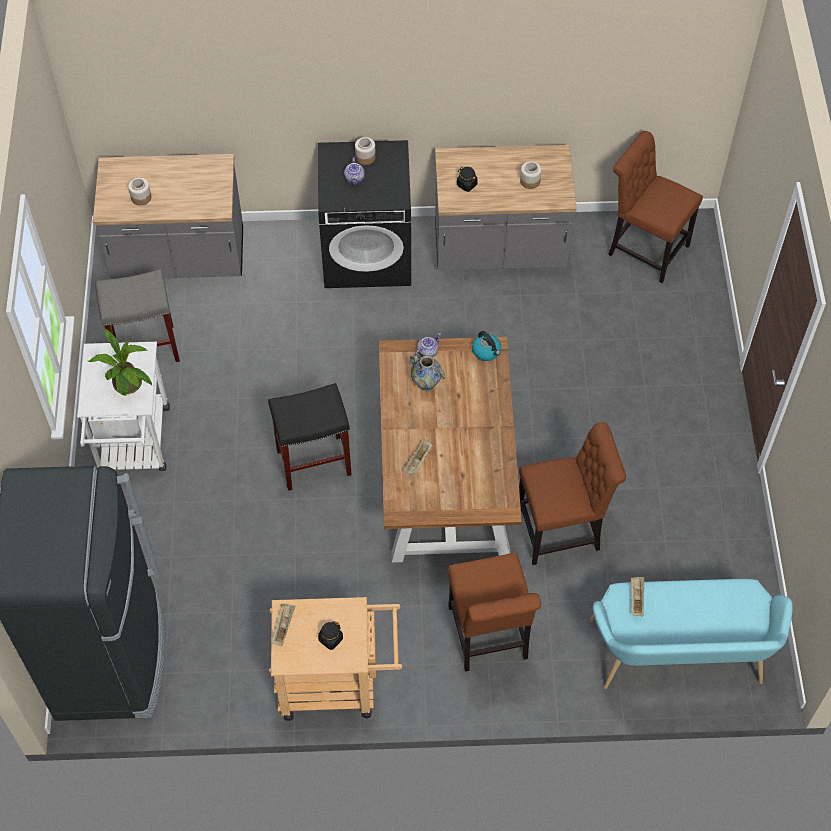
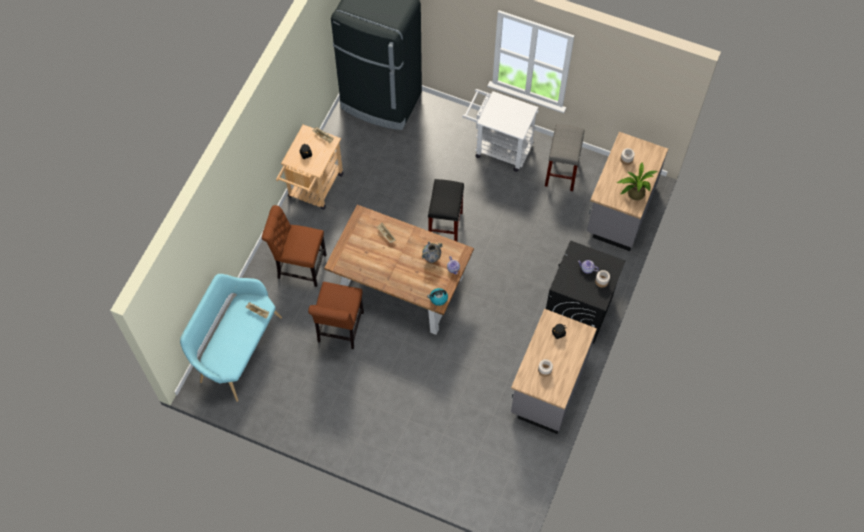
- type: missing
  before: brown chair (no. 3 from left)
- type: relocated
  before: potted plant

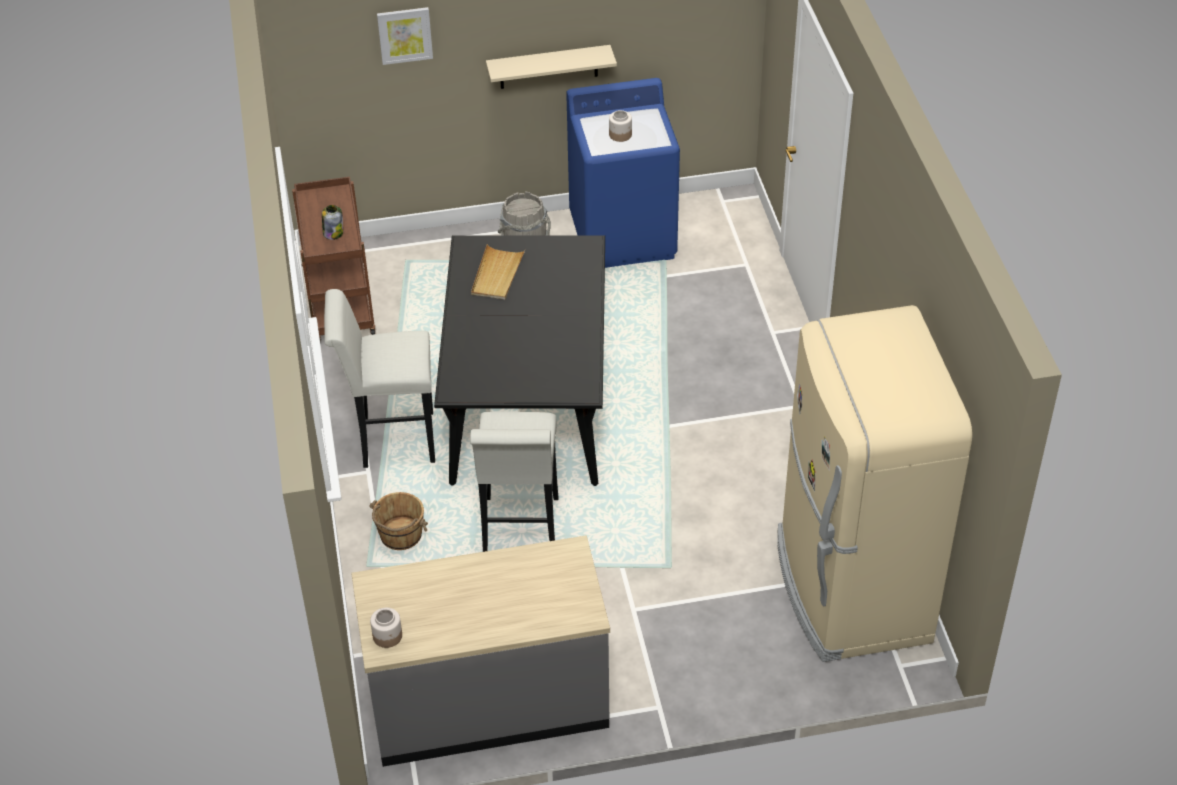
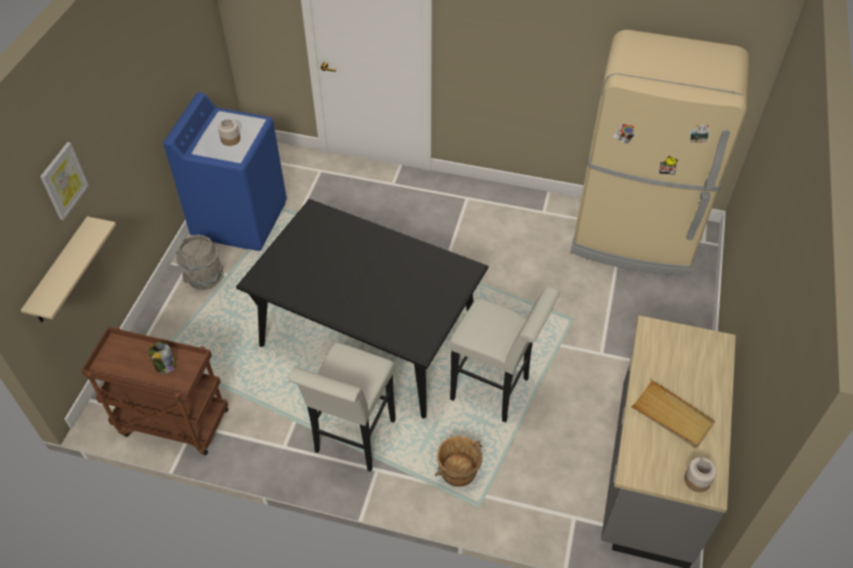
- type: relocated
  before: beige shelf
- type: relocated
  before: beige tray

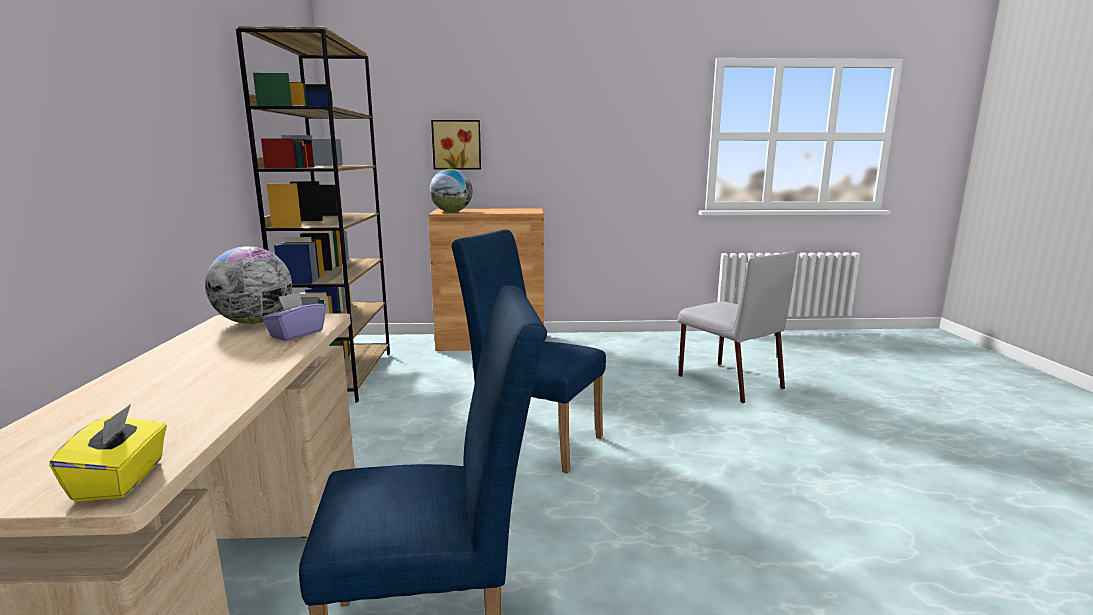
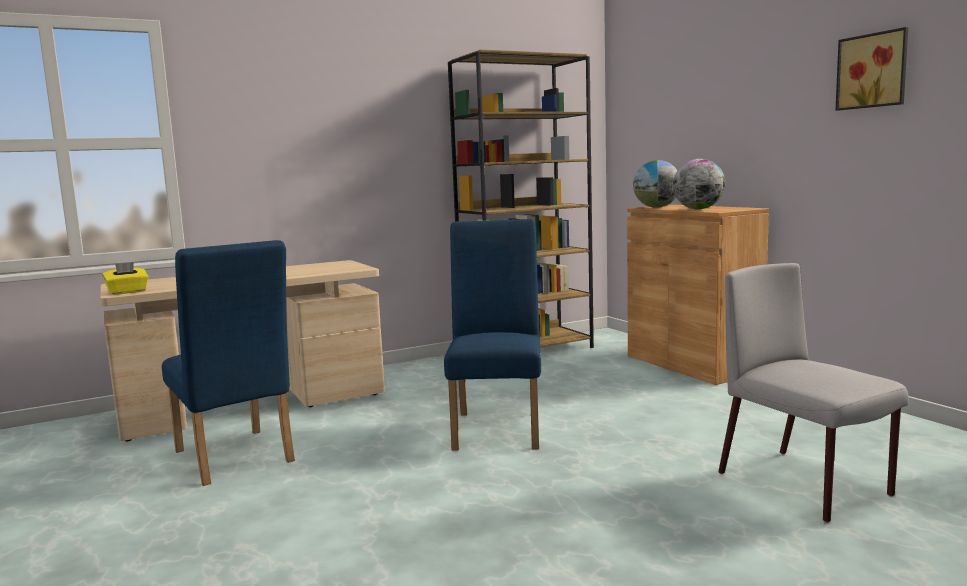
- type: relocated
  before: picture
- type: relocated
  before: globe (no. 1 from left in the first image)
  after: globe (no. 2 from left)
- type: spun
  before: grey chair
  turn: 120
- type: missing
  before: purple tissue box

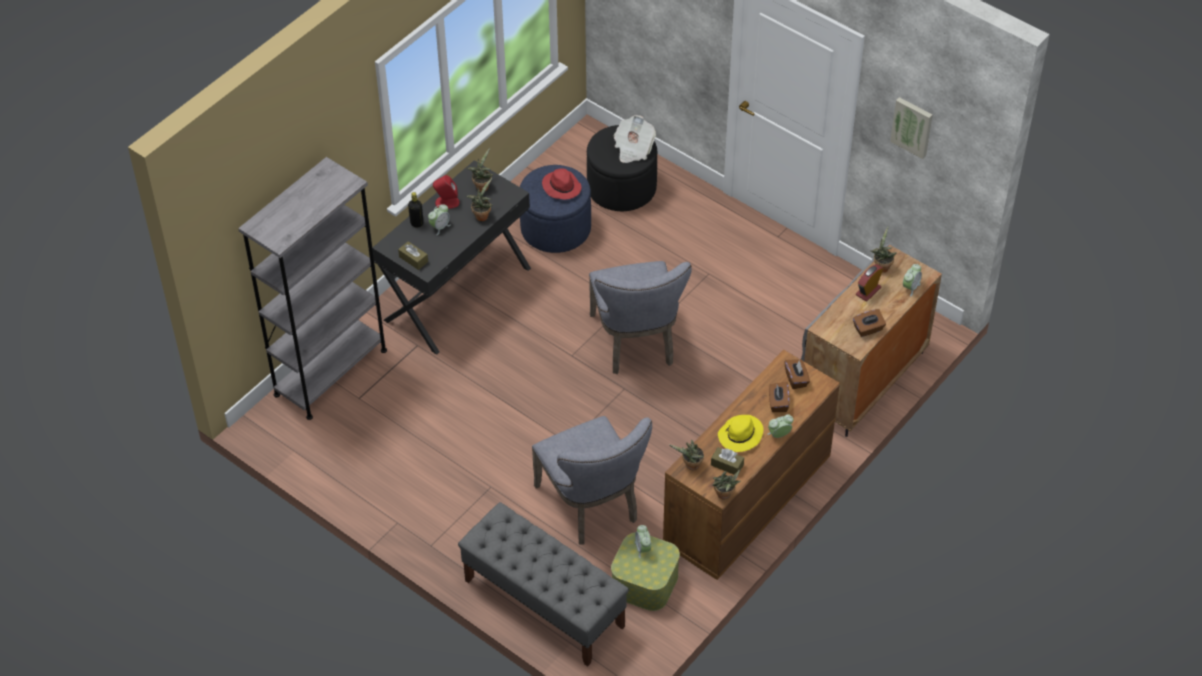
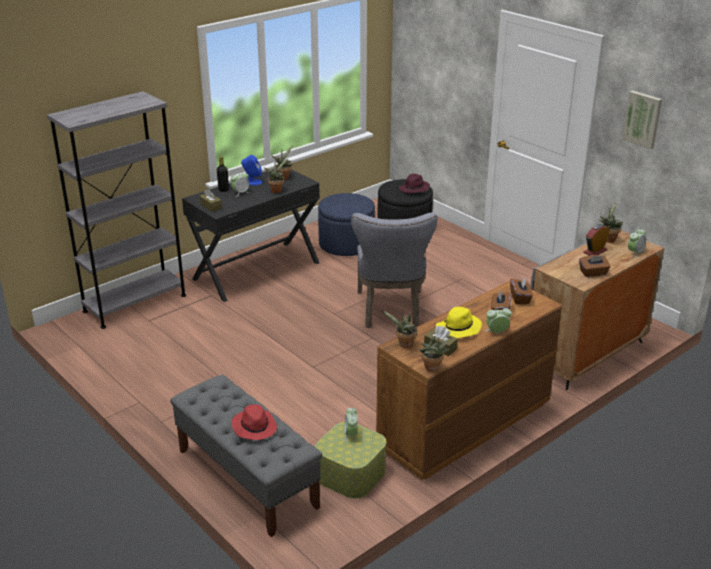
- type: exchanged
  before: newspaper
  after: purple hat
- type: relocated
  before: red hat
- type: colour
  before: red speaker
  after: blue speaker
- type: missing
  before: grey chair (no. 1 from left)

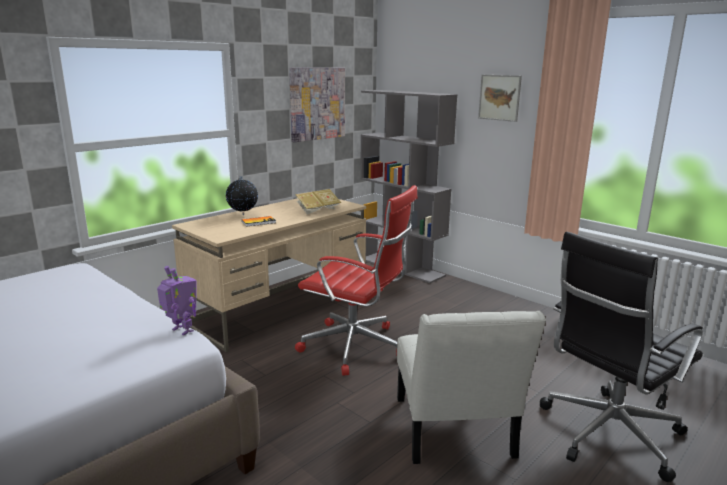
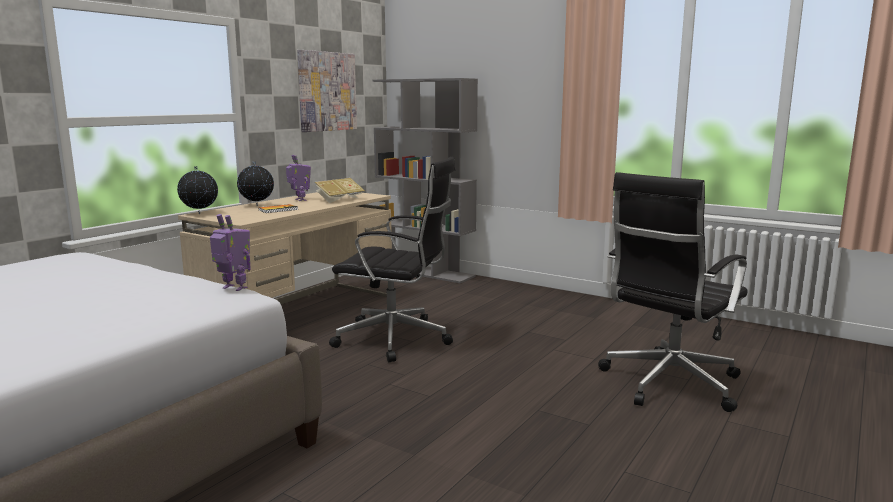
- type: missing
  before: picture (no. 2 from left)
- type: colour
  before: red office chair
  after: black office chair (no. 1 from left)
- type: missing
  before: white chair
- type: appeared
  after: toy robot (no. 2 from left)
- type: appeared
  after: globe (no. 1 from left)

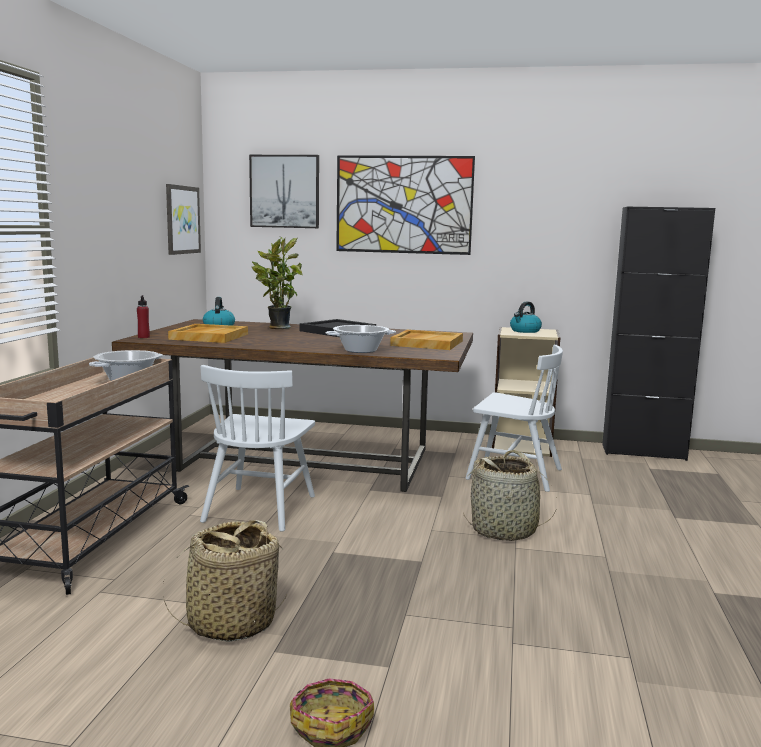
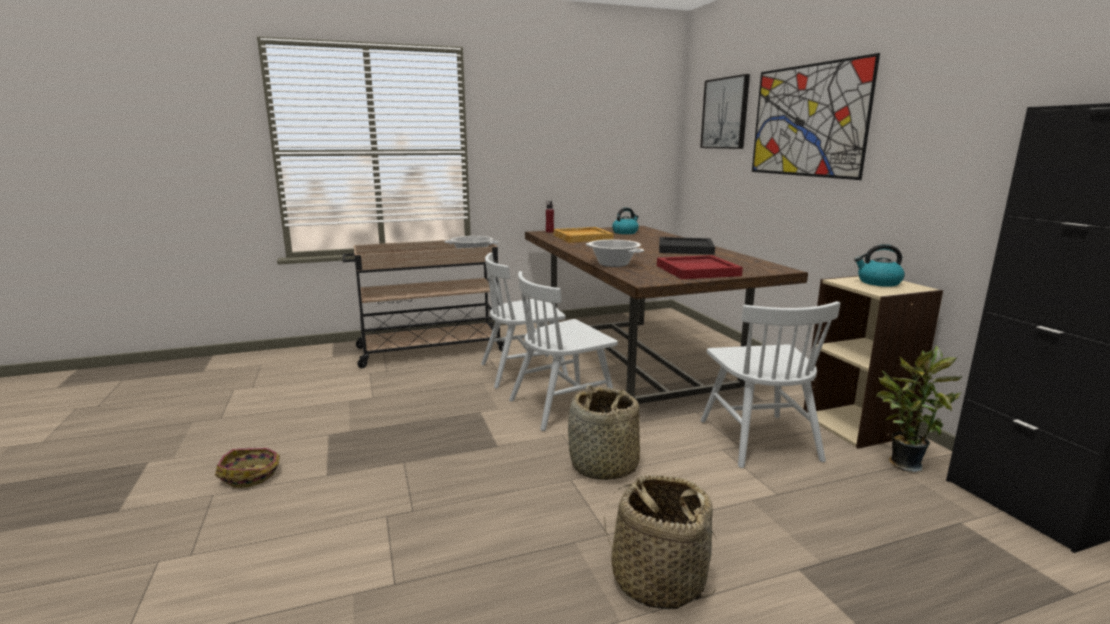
- type: missing
  before: picture (no. 1 from left)
- type: relocated
  before: potted plant
- type: colour
  before: beige tray (no. 2 from left)
  after: red tray
- type: relocated
  before: basket (no. 1 from left in the first image)
  after: basket (no. 3 from left)
- type: appeared
  after: white chair (no. 2 from left)

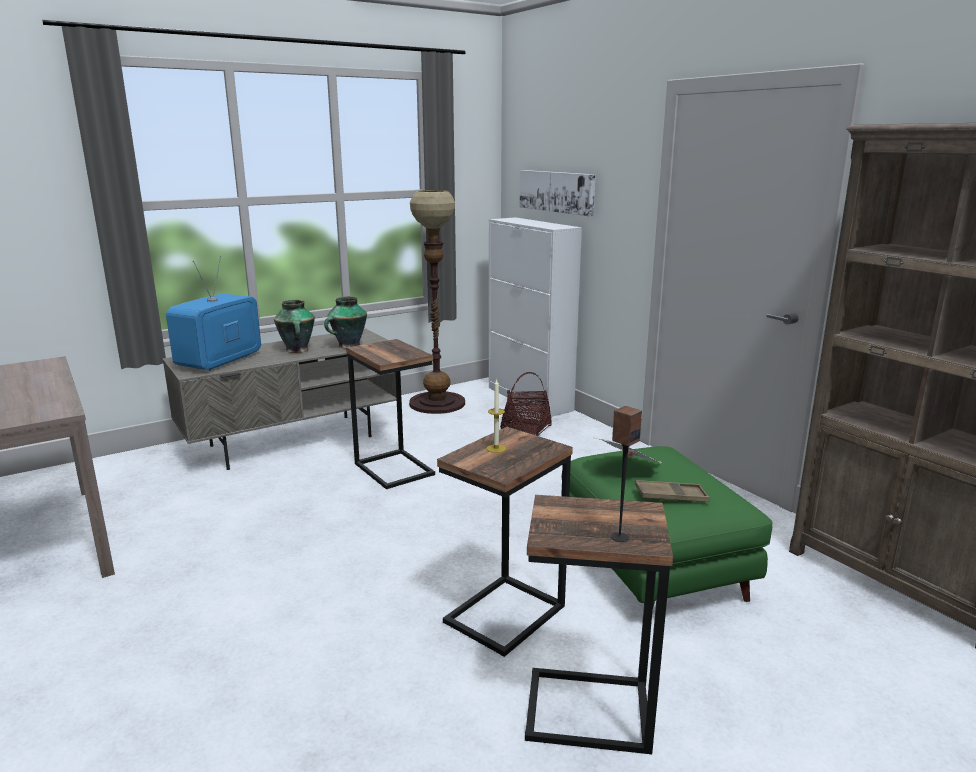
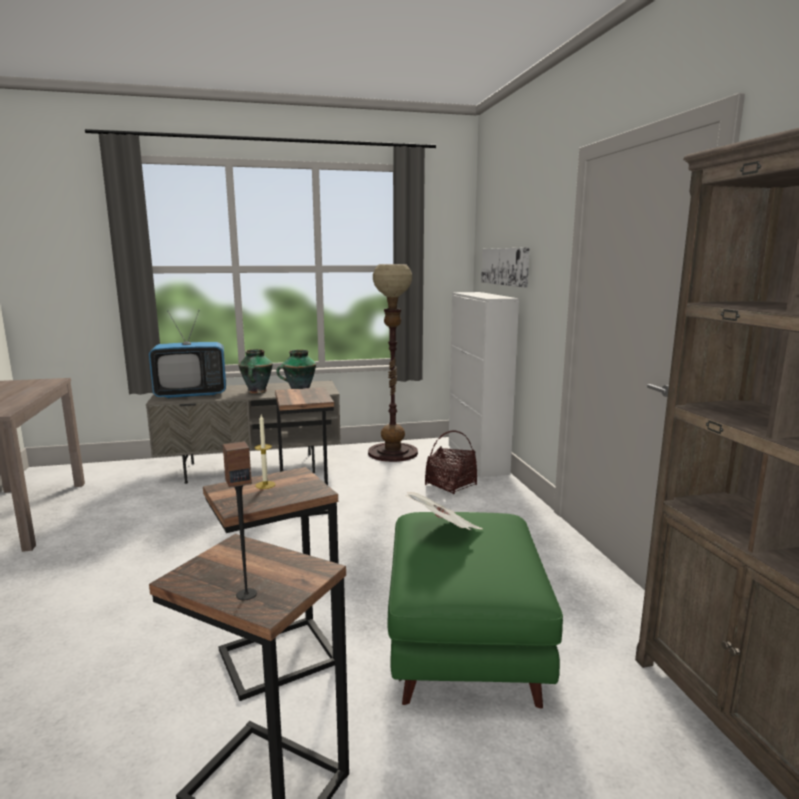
- type: spun
  before: television
  turn: -150
- type: missing
  before: brown tray

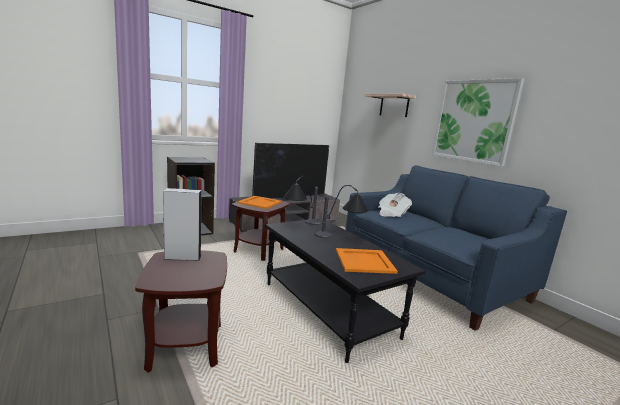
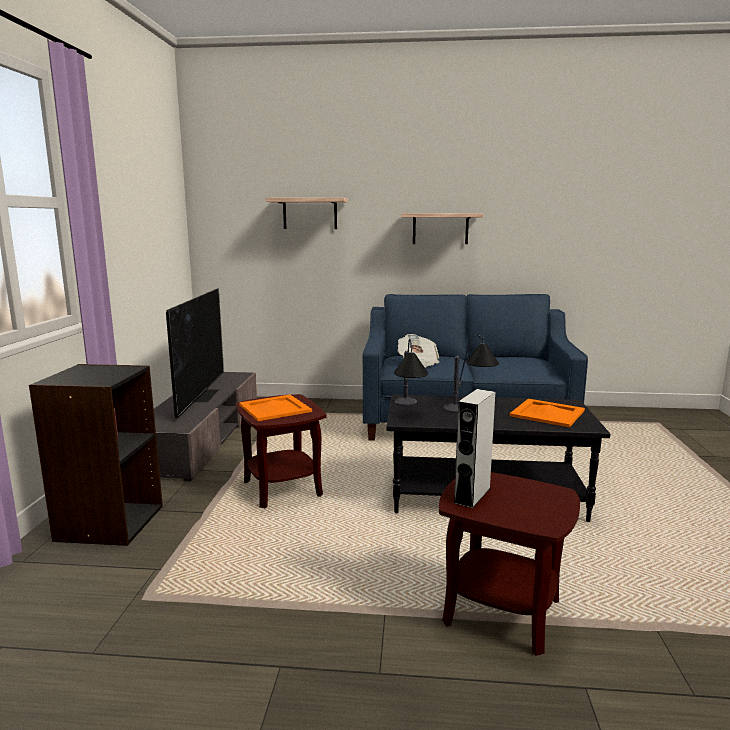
- type: exchanged
  before: picture
  after: shelf (no. 2 from left)

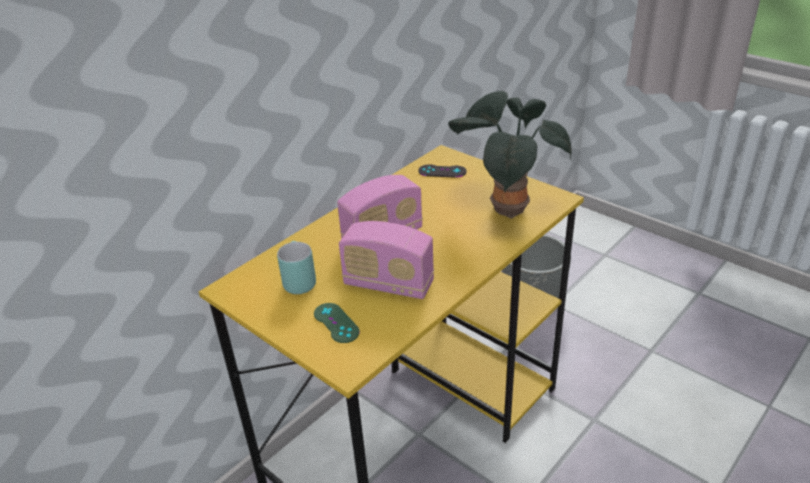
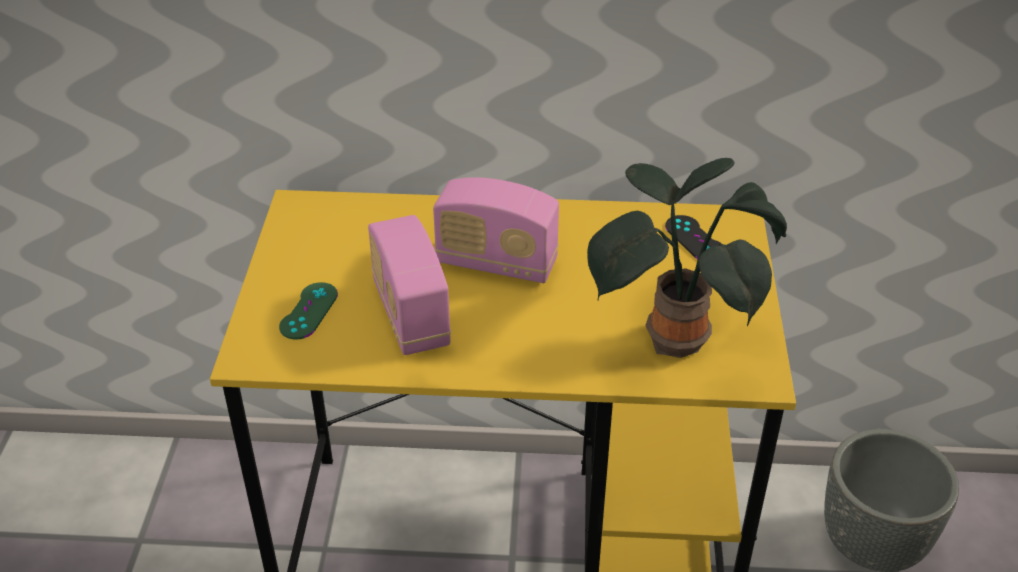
- type: missing
  before: turquoise mug

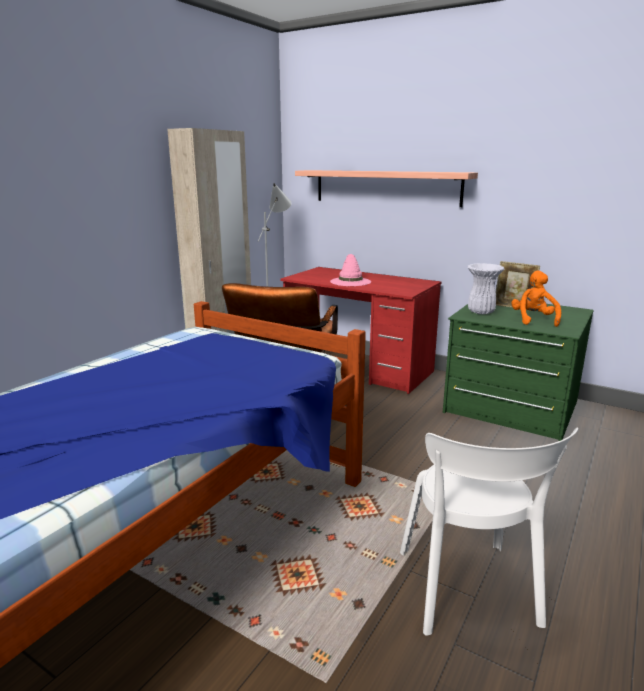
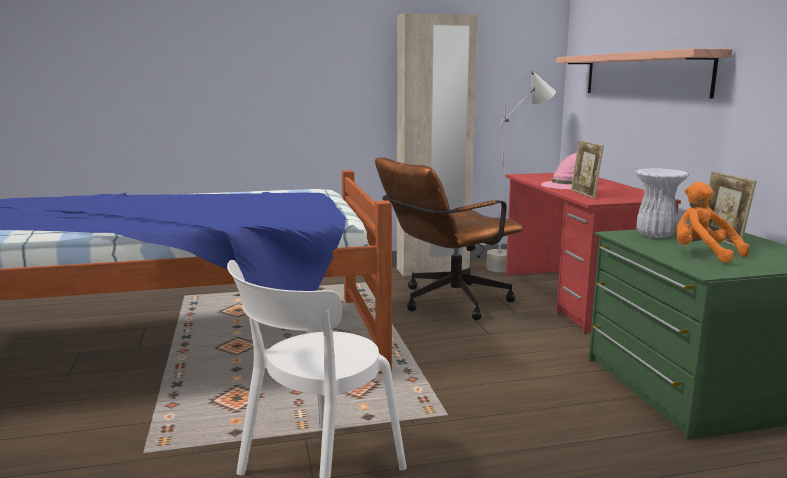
- type: spun
  before: orange plush toy
  turn: -90
- type: appeared
  after: picture frame (no. 1 from left)

